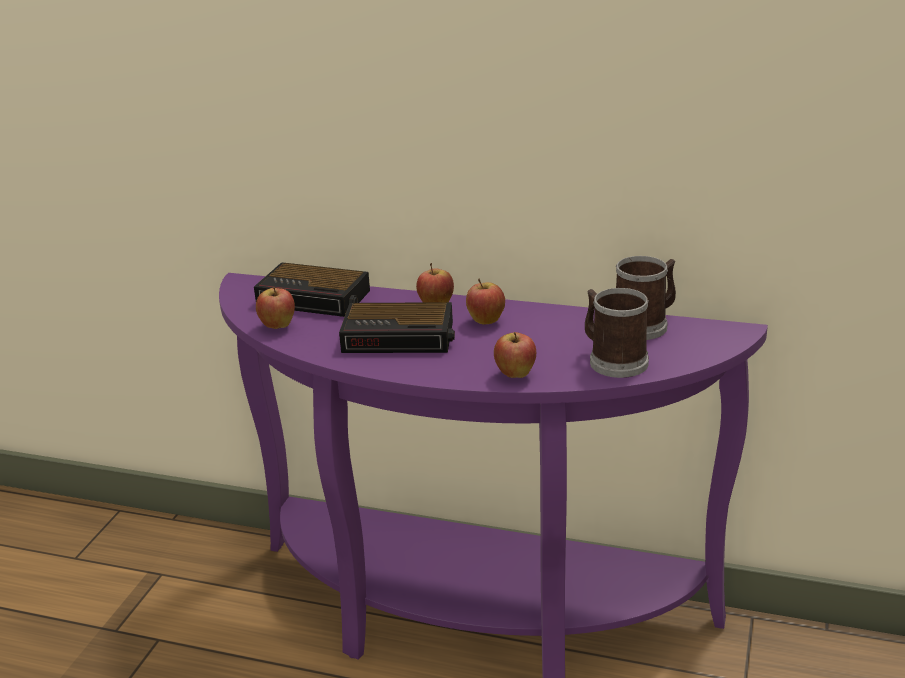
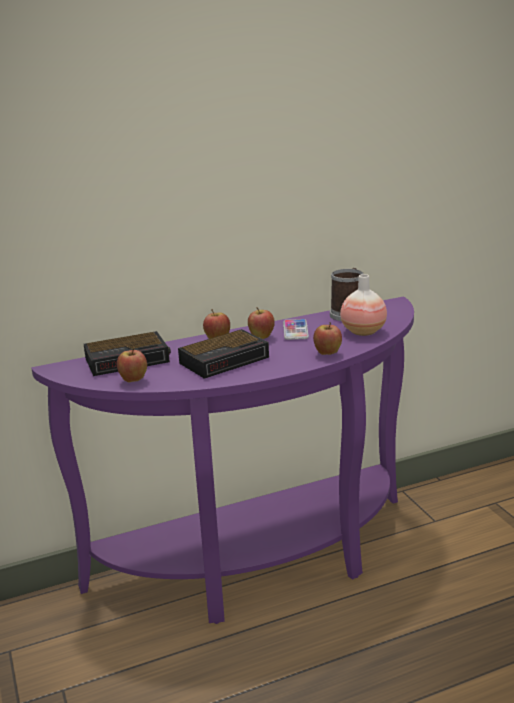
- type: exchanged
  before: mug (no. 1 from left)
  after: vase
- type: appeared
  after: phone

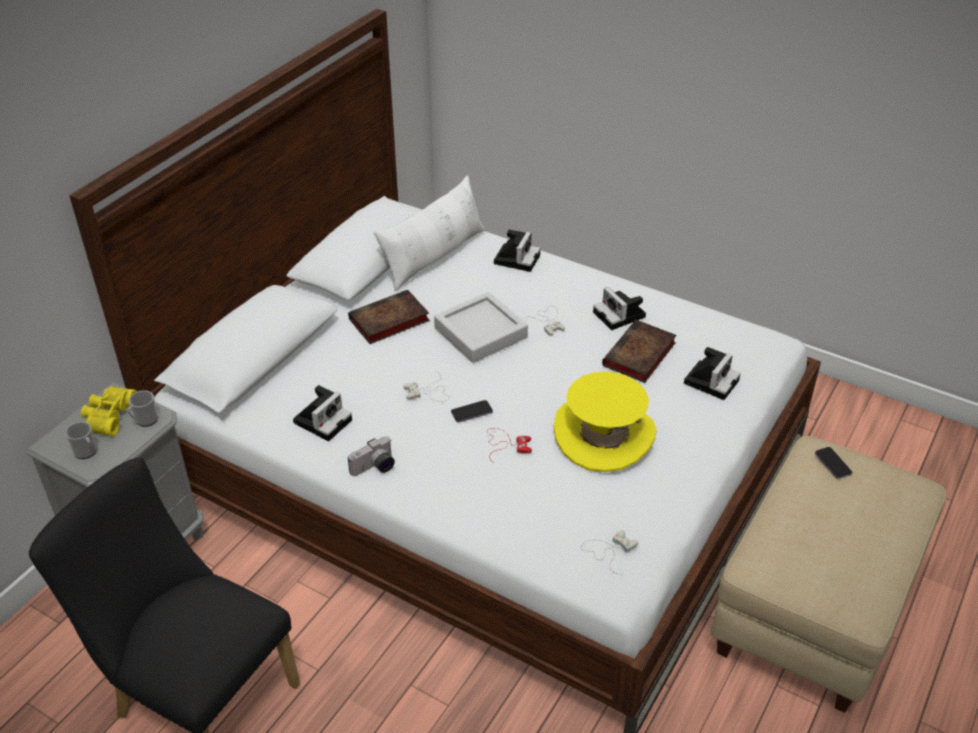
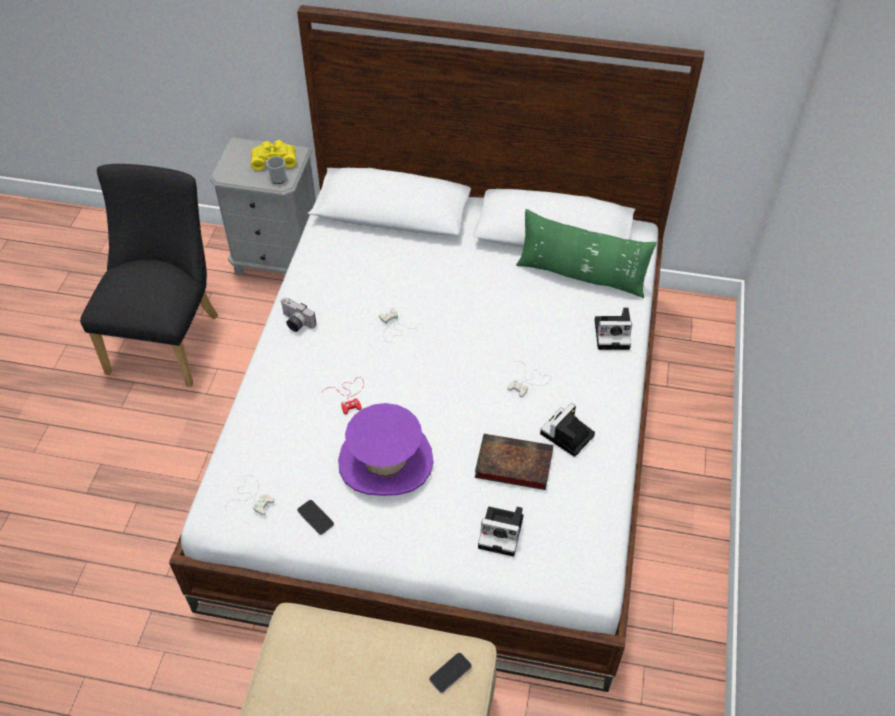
- type: colour
  before: white pillow
  after: green pillow
- type: missing
  before: book (no. 1 from left)
- type: missing
  before: grey tray
- type: colour
  before: yellow hat
  after: purple hat
- type: missing
  before: photo camera (no. 1 from left)
- type: relocated
  before: phone (no. 1 from left)
- type: missing
  before: mug (no. 1 from left)

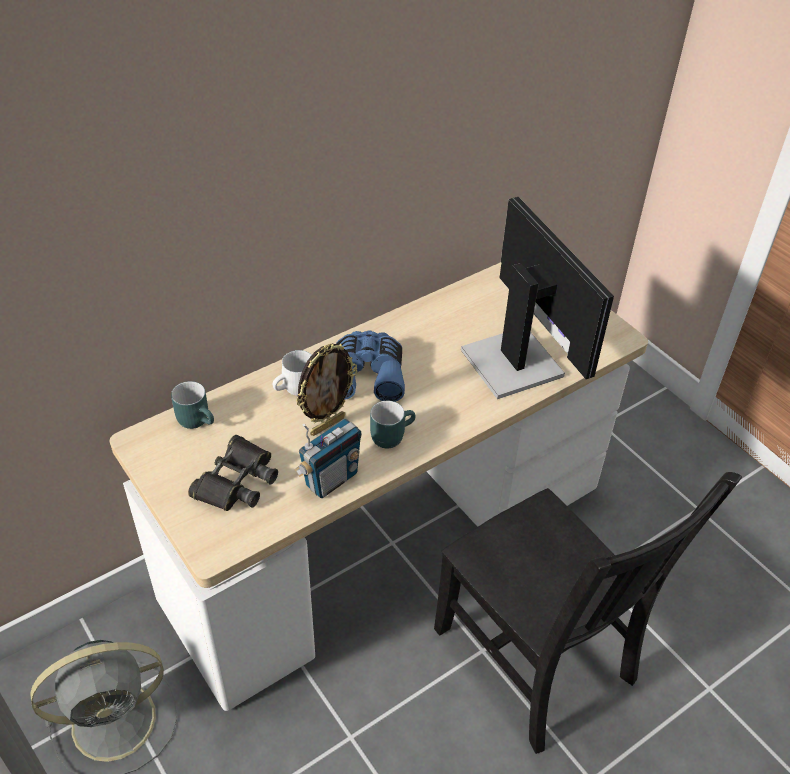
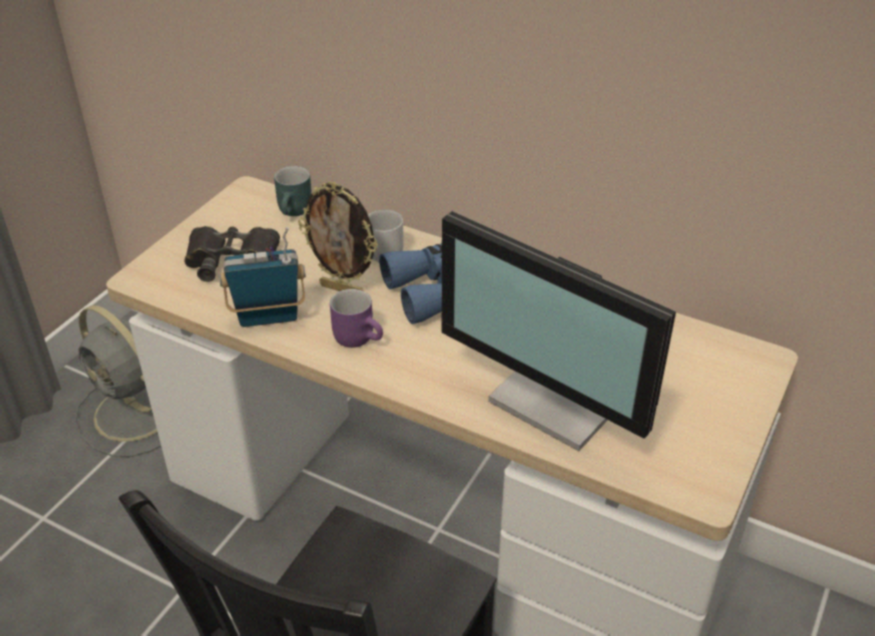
- type: spun
  before: monitor
  turn: 90
- type: colour
  before: turquoise mug (no. 2 from left)
  after: purple mug
- type: spun
  before: radio
  turn: 150

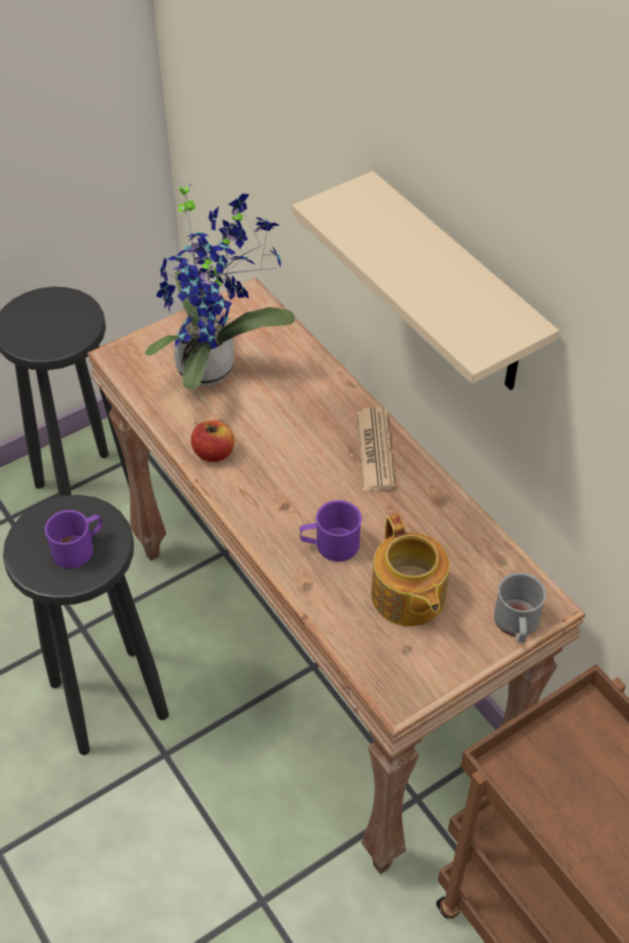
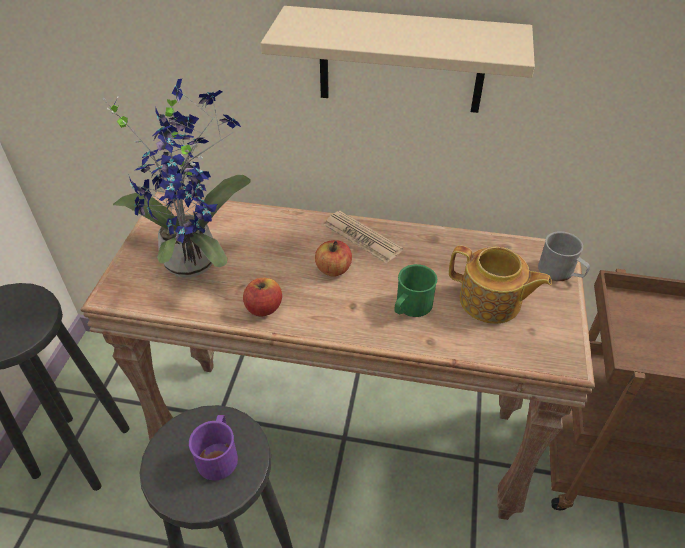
- type: colour
  before: purple mug (no. 2 from left)
  after: green mug
- type: appeared
  after: apple (no. 2 from left)

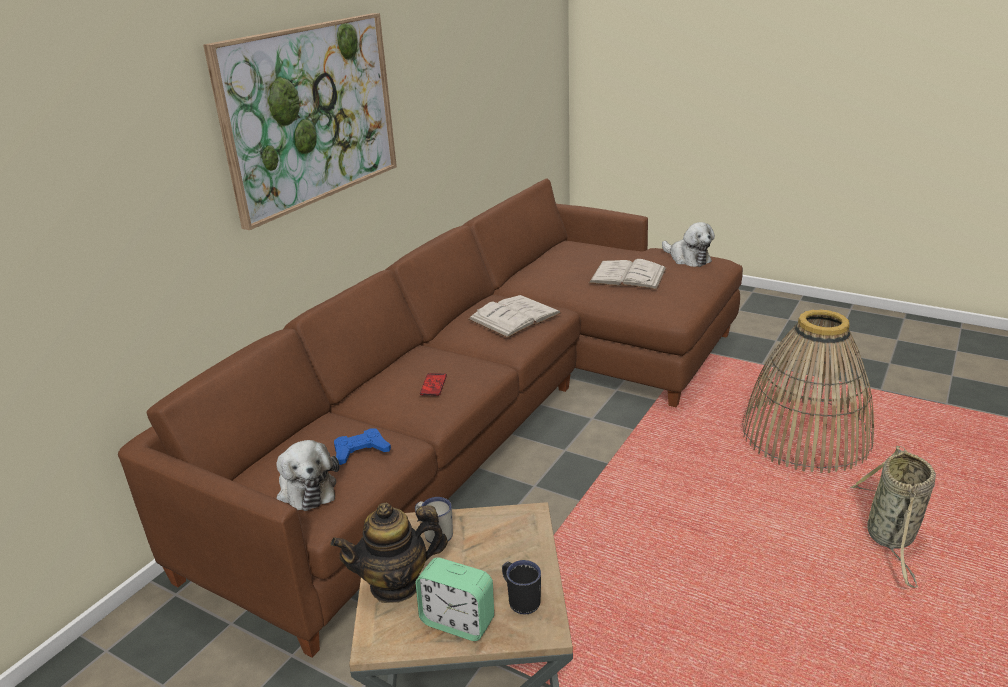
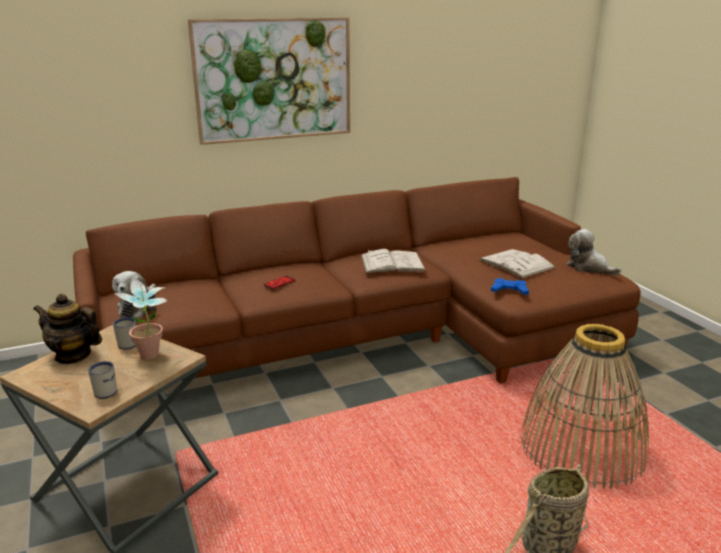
- type: spun
  before: plush toy (no. 2 from left)
  turn: 135
- type: relocated
  before: blue game controller
- type: missing
  before: alarm clock
- type: colour
  before: black mug
  after: white mug (no. 1 from left)
- type: appeared
  after: potted plant

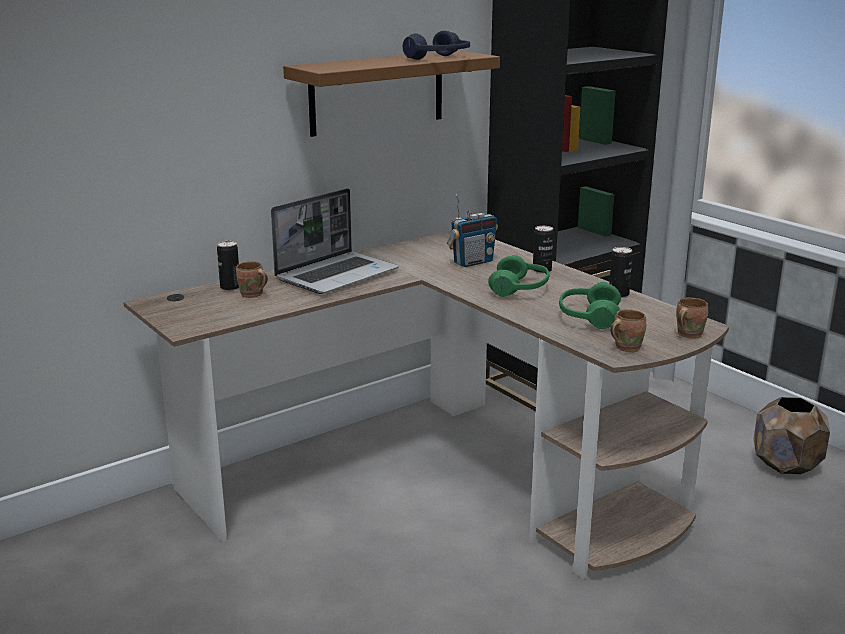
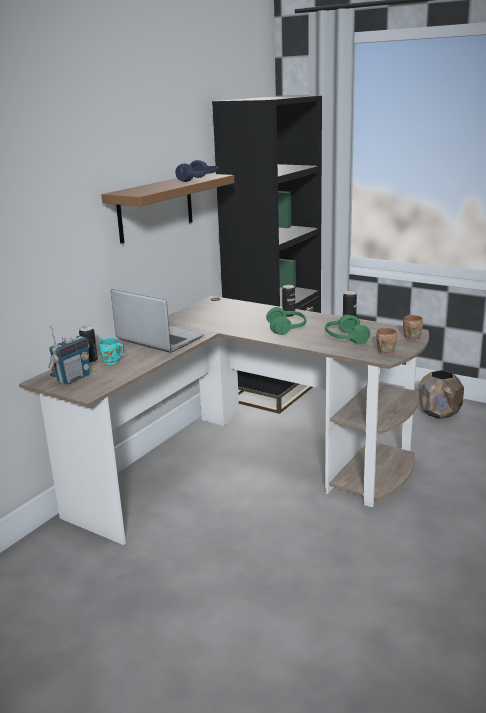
- type: spun
  before: laptop
  turn: -75
- type: relocated
  before: radio
- type: colour
  before: brown mug (no. 1 from left)
  after: turquoise mug

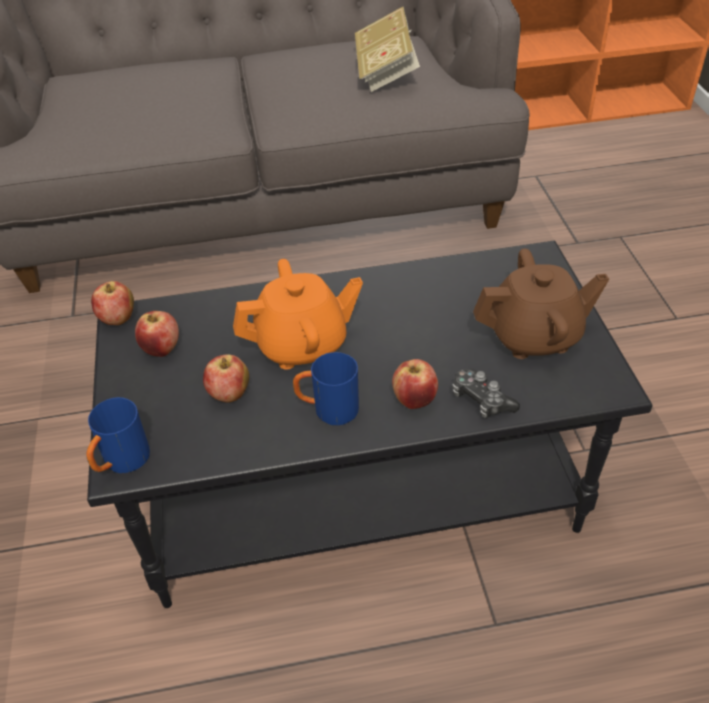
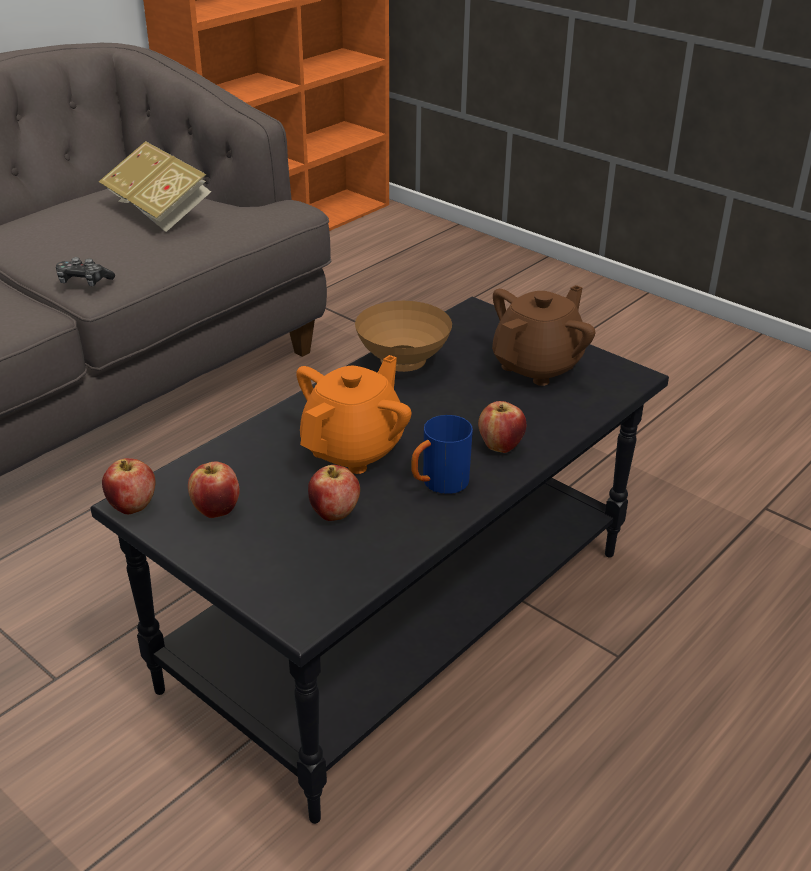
- type: relocated
  before: game controller
- type: missing
  before: blue mug (no. 1 from left)
- type: appeared
  after: brown bowl

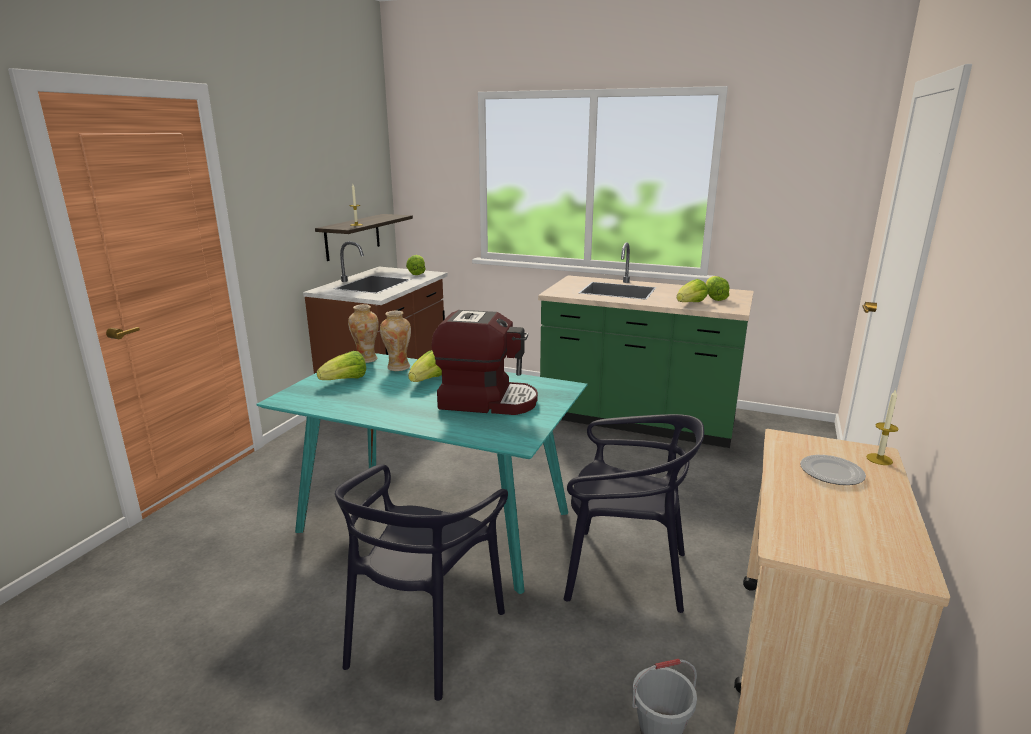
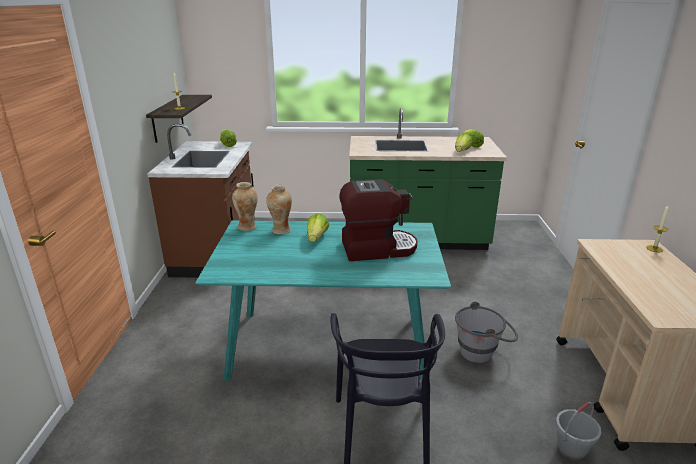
- type: missing
  before: lettuce (no. 1 from left)
- type: exchanged
  before: black chair (no. 2 from left)
  after: grey bucket (no. 1 from left)
- type: missing
  before: plate

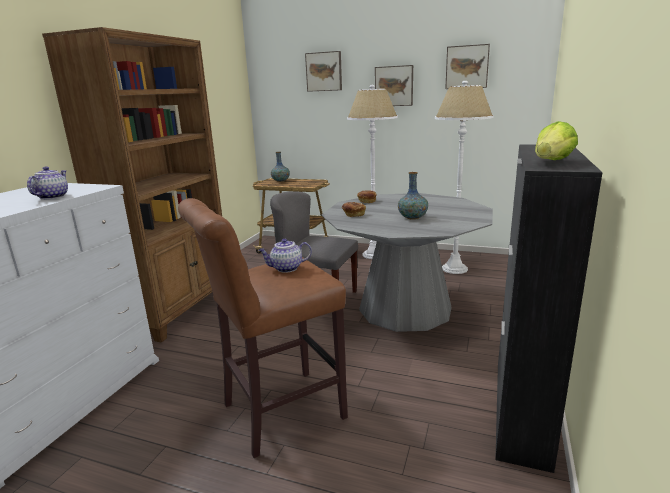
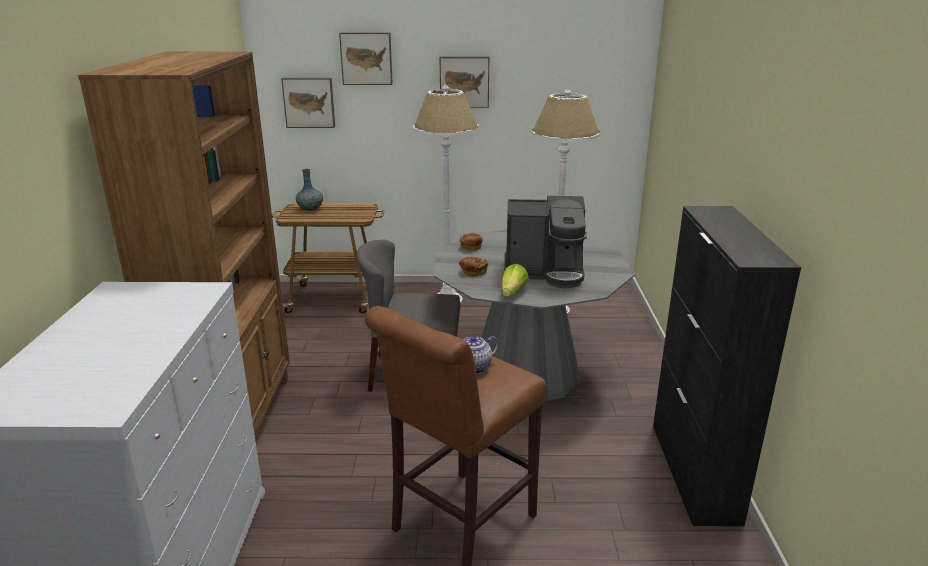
- type: relocated
  before: picture (no. 3 from left in the first image)
  after: picture (no. 1 from left)
- type: relocated
  before: lettuce
- type: missing
  before: teapot (no. 1 from left)
- type: exchanged
  before: vase (no. 2 from left)
  after: coffee machine

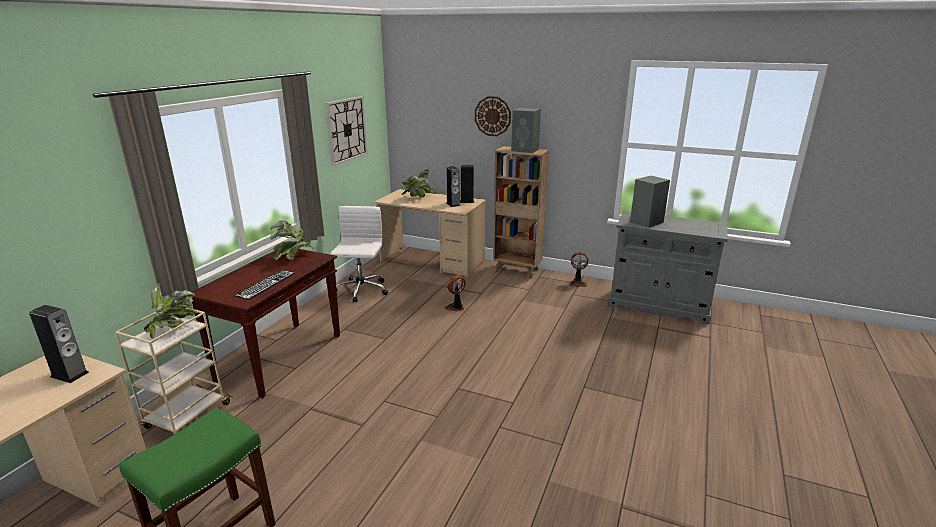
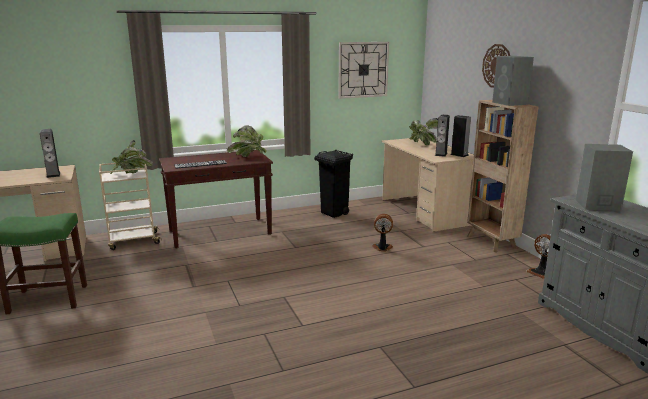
- type: exchanged
  before: white office chair
  after: black trash can

